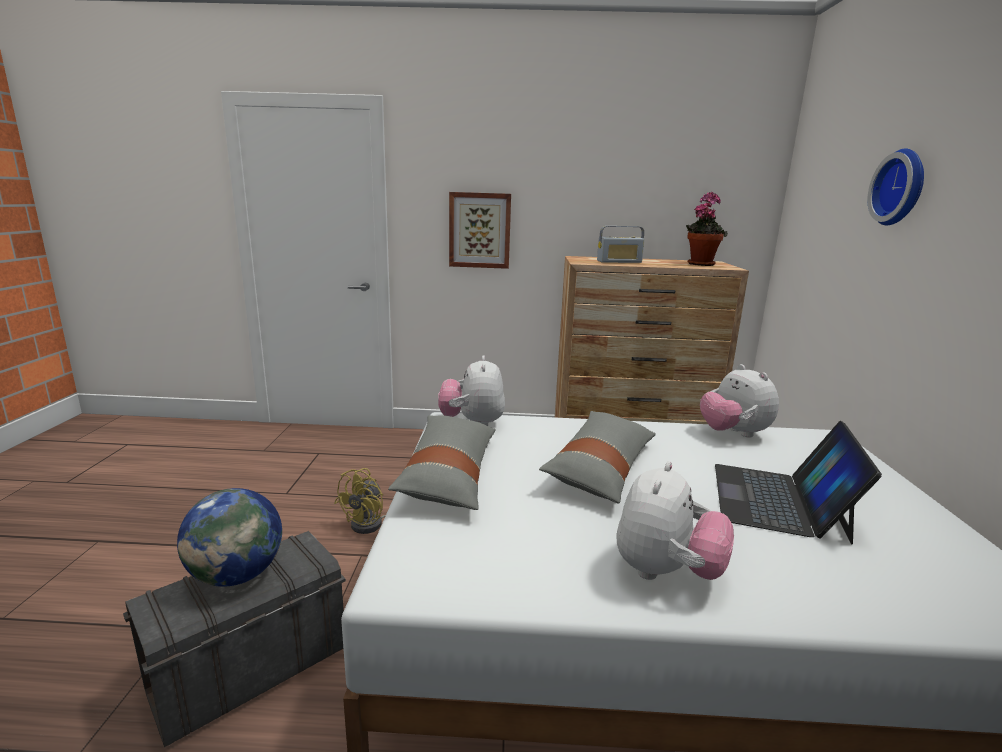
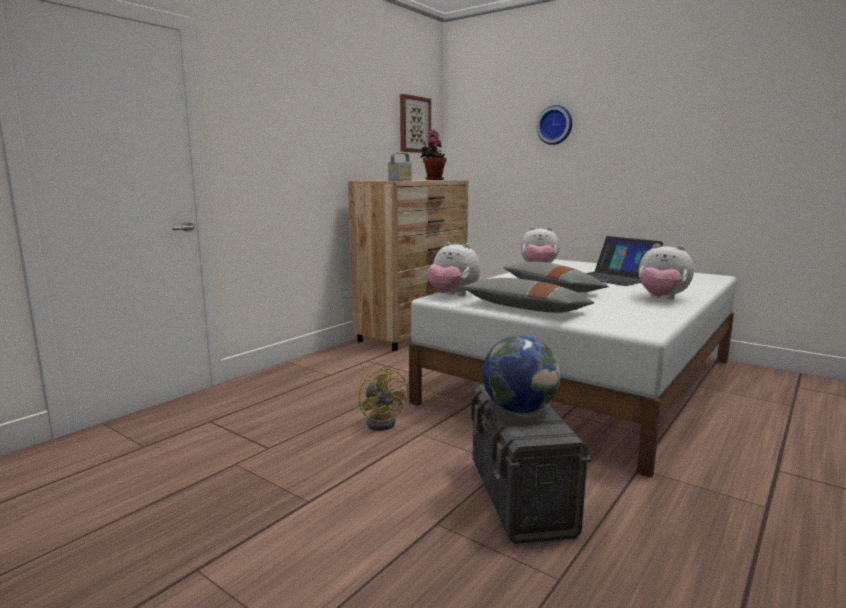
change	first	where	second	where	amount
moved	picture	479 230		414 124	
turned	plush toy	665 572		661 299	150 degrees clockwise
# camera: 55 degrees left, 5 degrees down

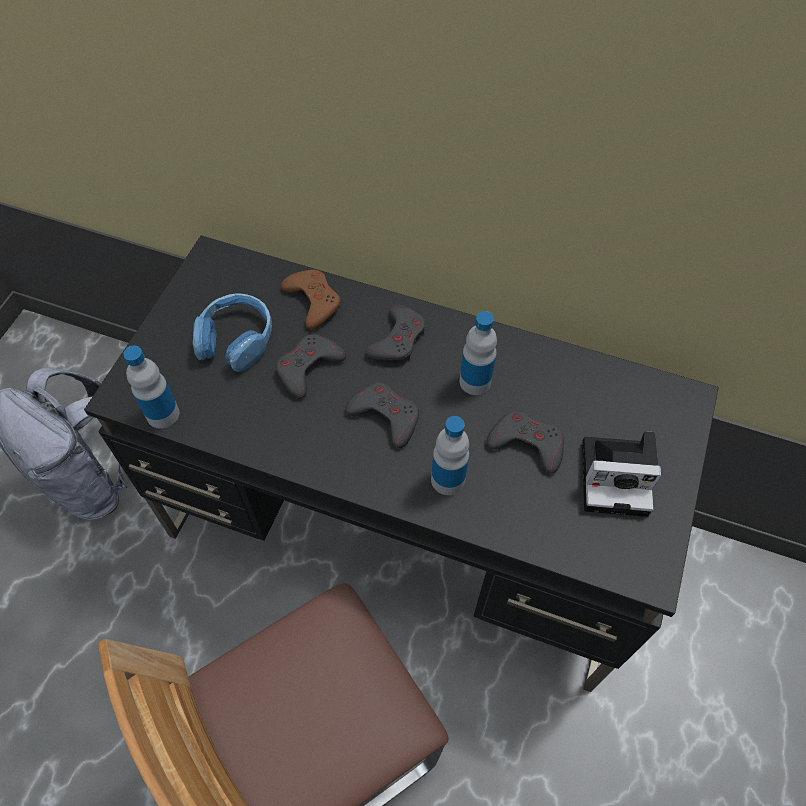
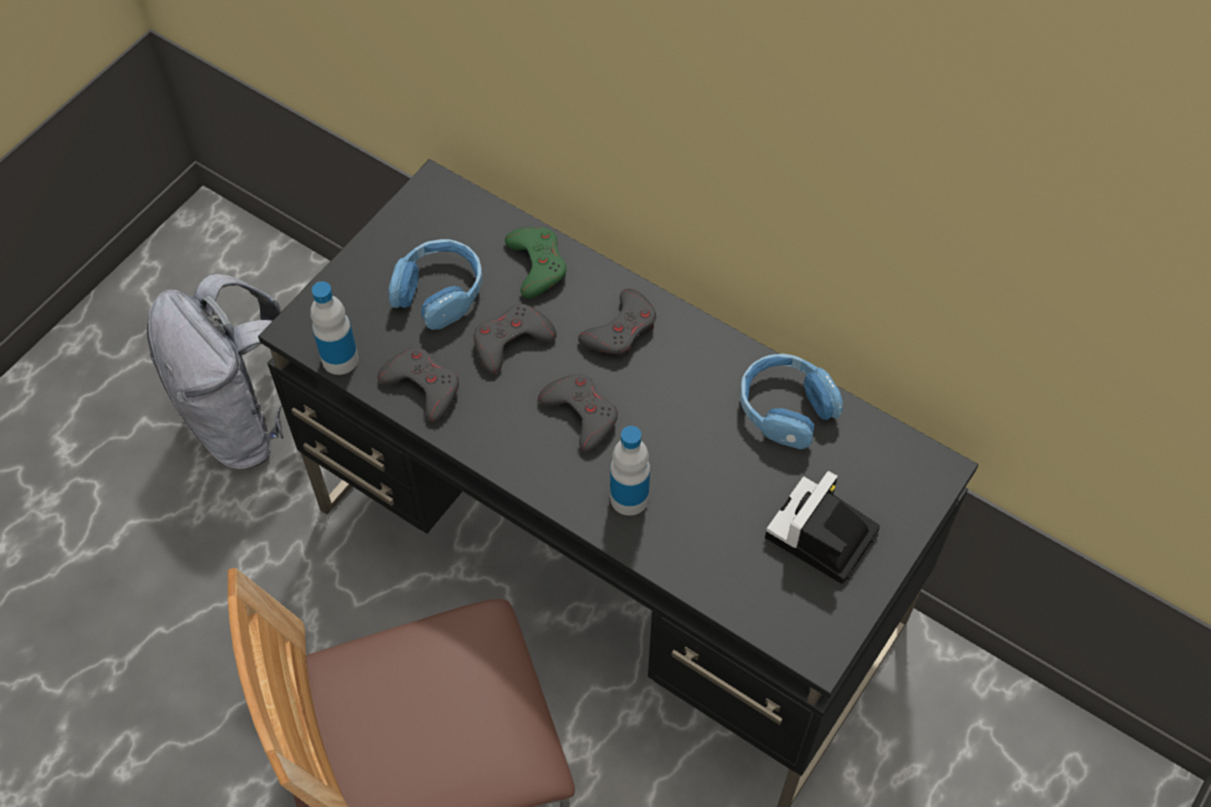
change	first	where	second	where	amount
removed	bottle	475 381			
added			blue headphones	785 408	
moved	grey game controller	527 443		423 386	
recoloured	brown game controller	313 301	green game controller	537 265	
turned	photo camera	618 477		820 538	105 degrees clockwise
# camera: 15 degrees right, 0 degrees up

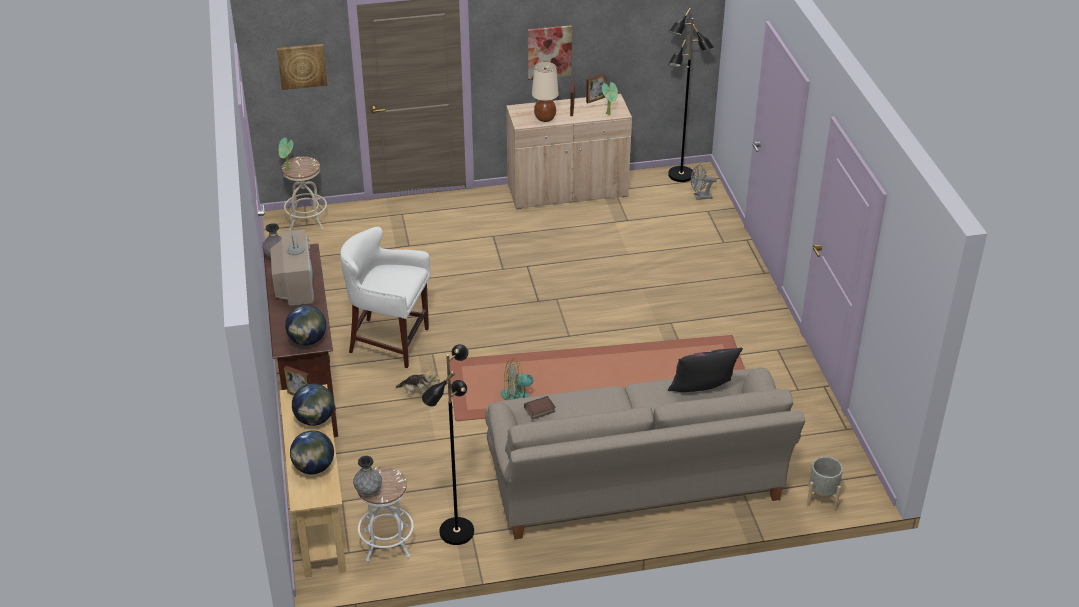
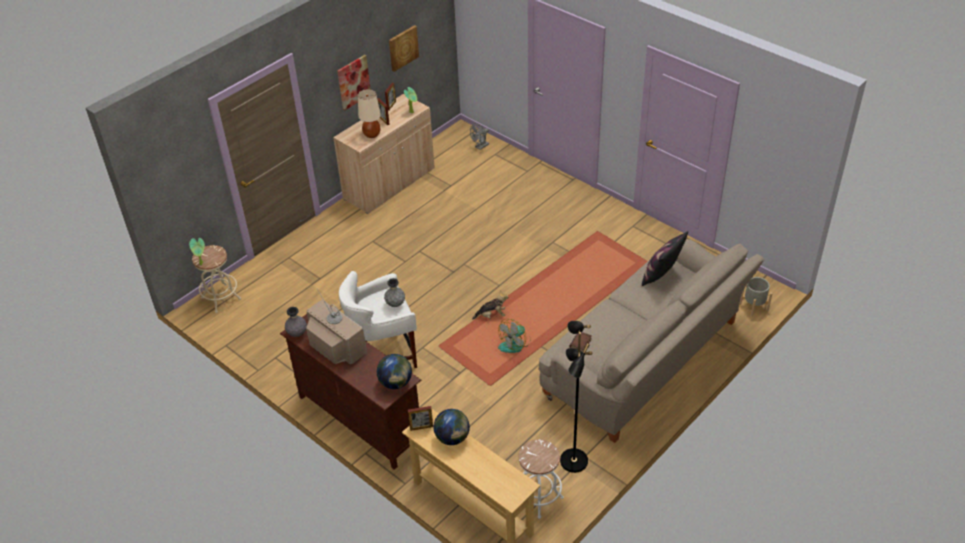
change	first	where	second	where	amount
removed	globe	314 468			
removed	black floor lamp	681 175			
moved	picture	302 66		403 48	
moved	grey vase	368 491		395 304	
moved	plush toy	418 394		491 315	
# camera: 35 degrees left, 5 degrees up

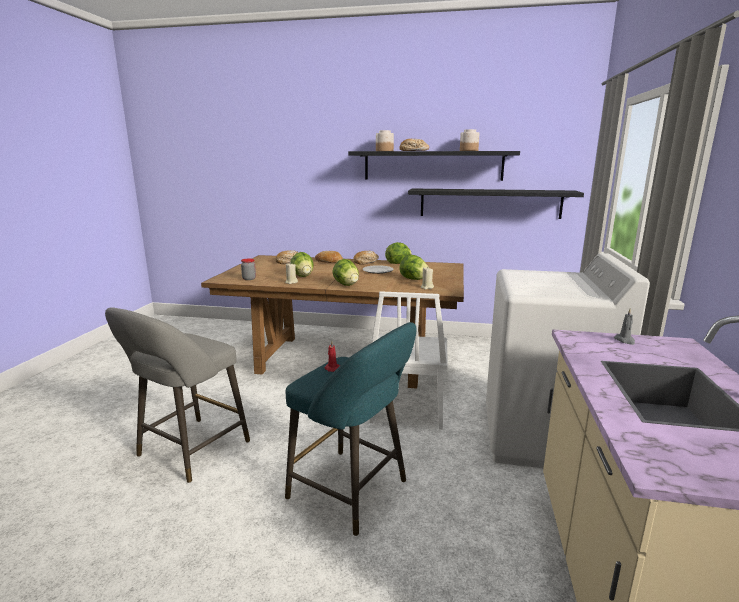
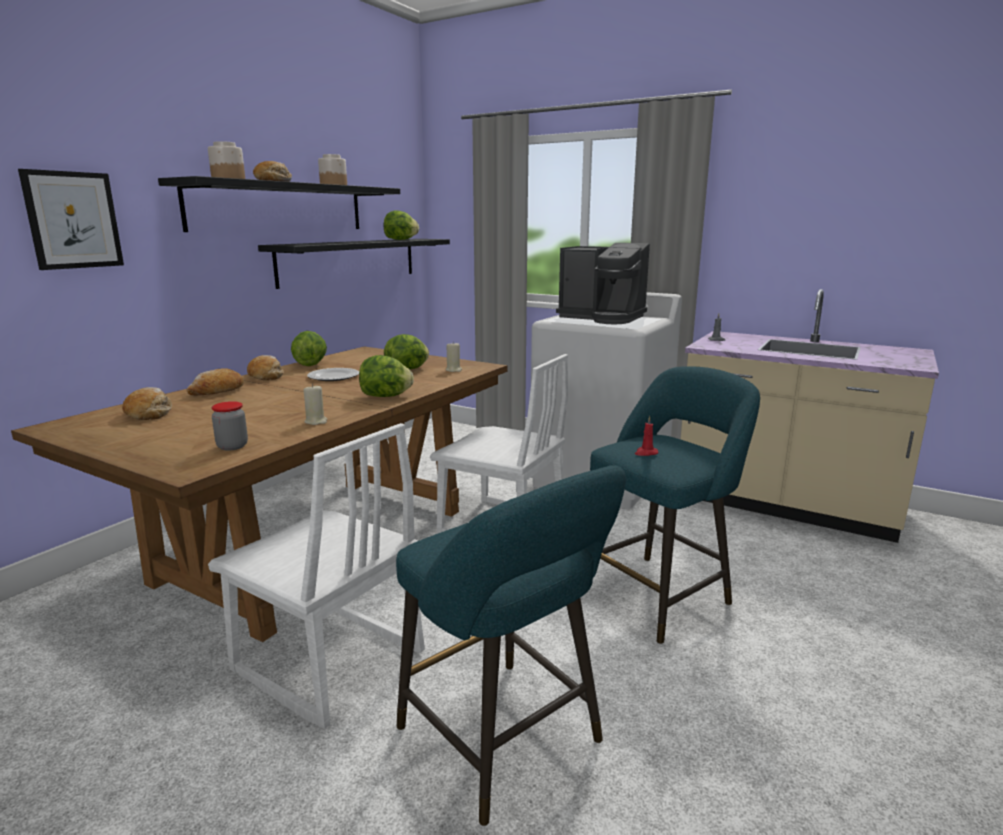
change	first	where	second	where	amount
added			picture	73 220	
added			white chair	327 663	
added			coffee machine	602 318	
moved	lettuce	303 276		401 239	
recoloured	grey stool	189 452	turquoise stool	506 742	
# camera: 70 degrees left, 0 degrees up

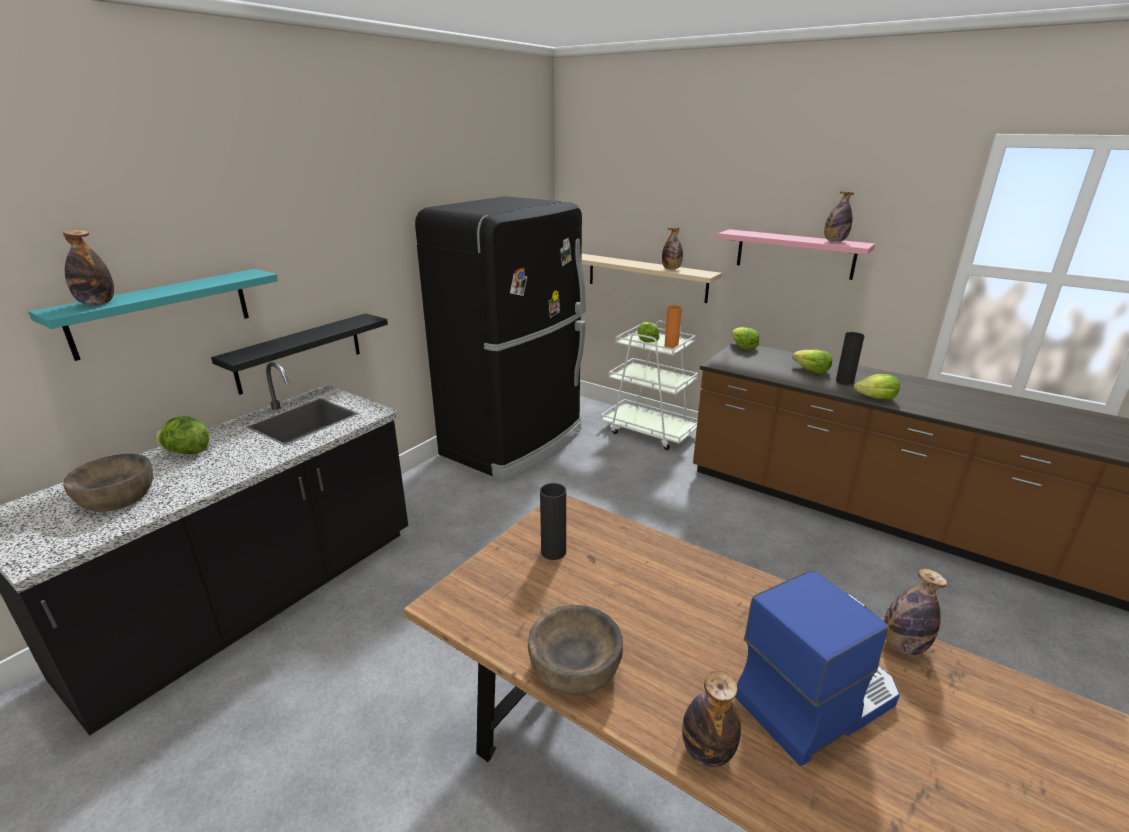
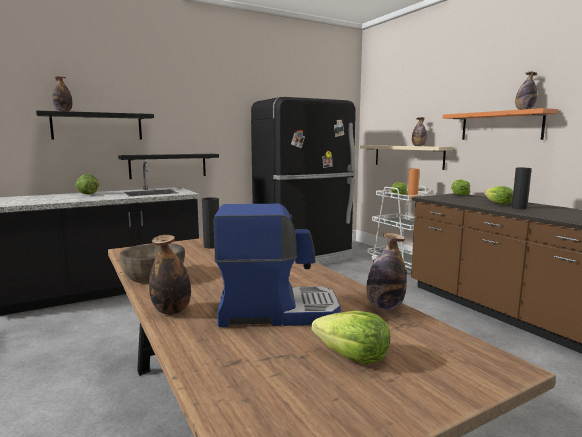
change	first	where	second	where	amount
removed	brown bowl	117 497			
moved	lettuce	876 398		352 356	
recoloured	turquoise shelf	162 312	black shelf	97 126	
recoloured	pink shelf	794 254	orange shelf	500 126	
# camera: 25 degrees right, 15 degrees down

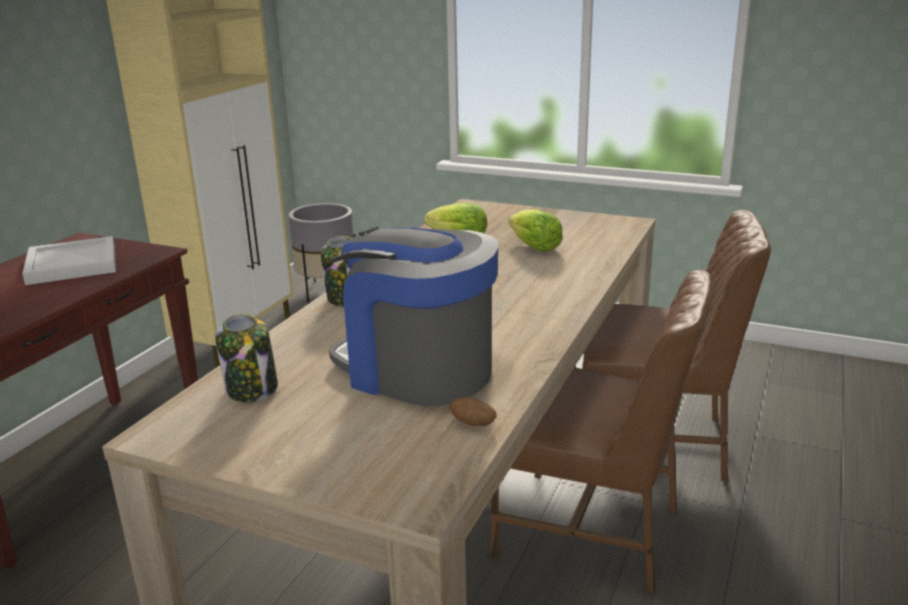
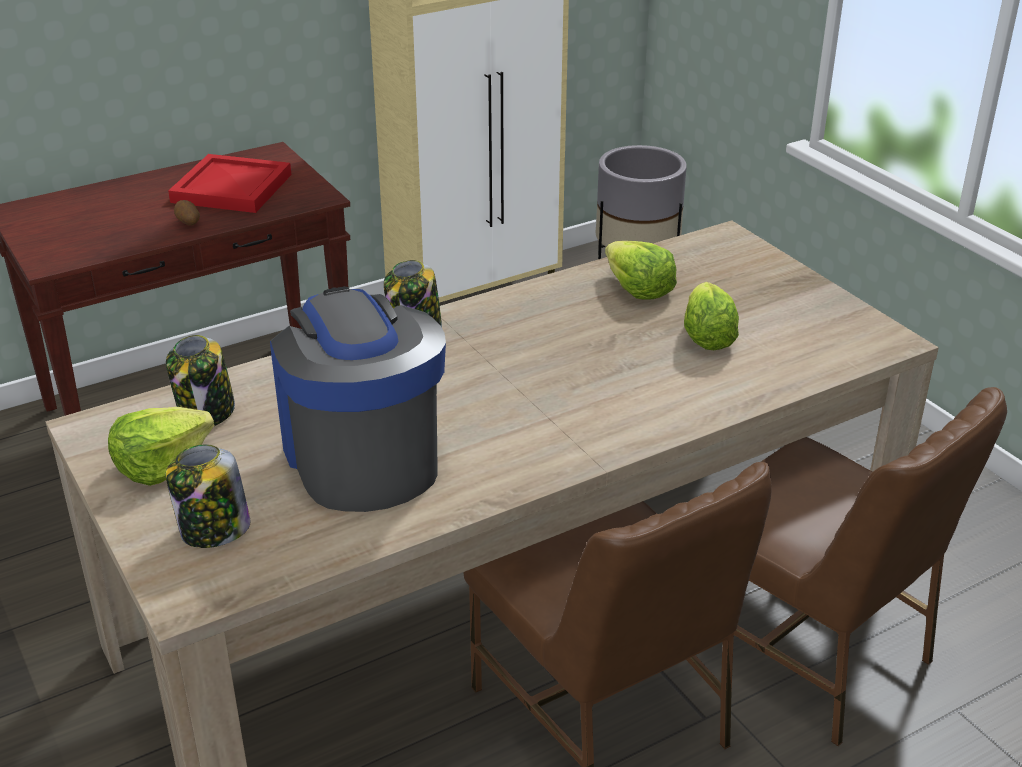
change	first	where	second	where	amount
added			lettuce	161 464	
added			jar	213 530	
moved	potato	472 424		188 223	
recoloured	white tray	71 265	red tray	230 188	
# camera: 35 degrees right, 10 degrees up

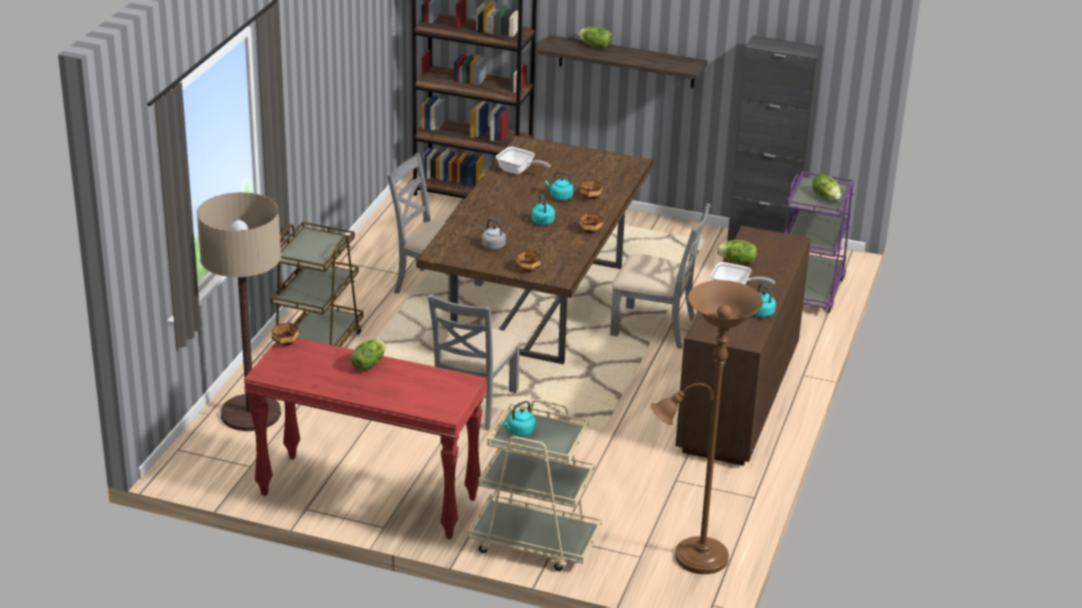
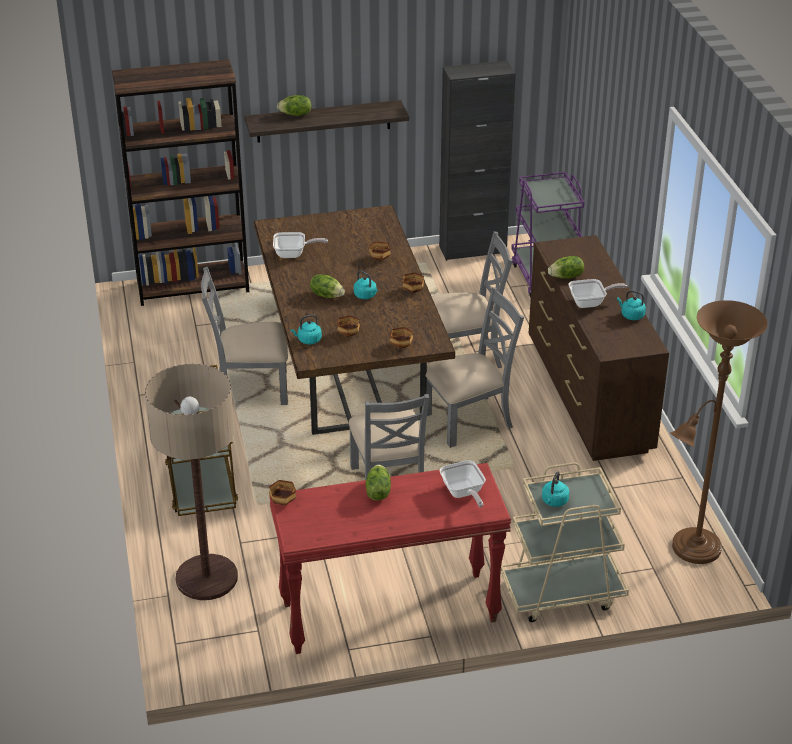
change	first	where	second	where	amount
added			grey chair	469 421	
added			frying pan	463 493	
moved	turquoise kettle	560 197		308 340	
moved	lettuce	826 197		327 295	
replaced	grey kettle	492 245	bowl	347 334	
# camera: 30 degrees left, 5 degrees up

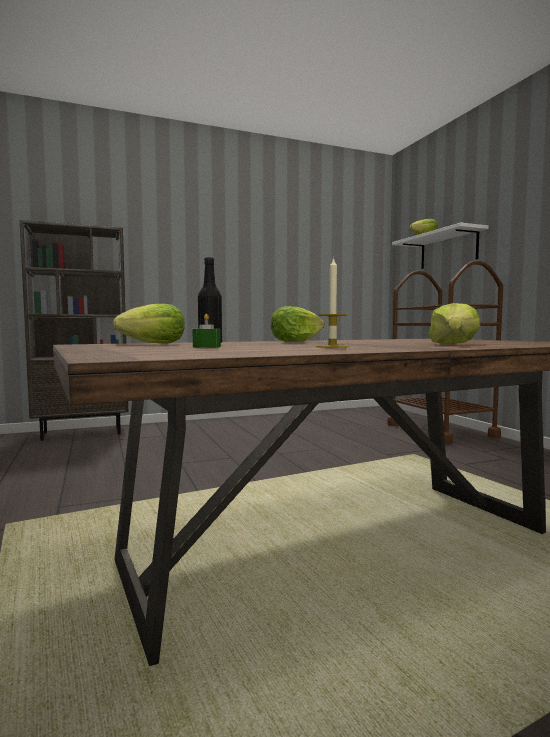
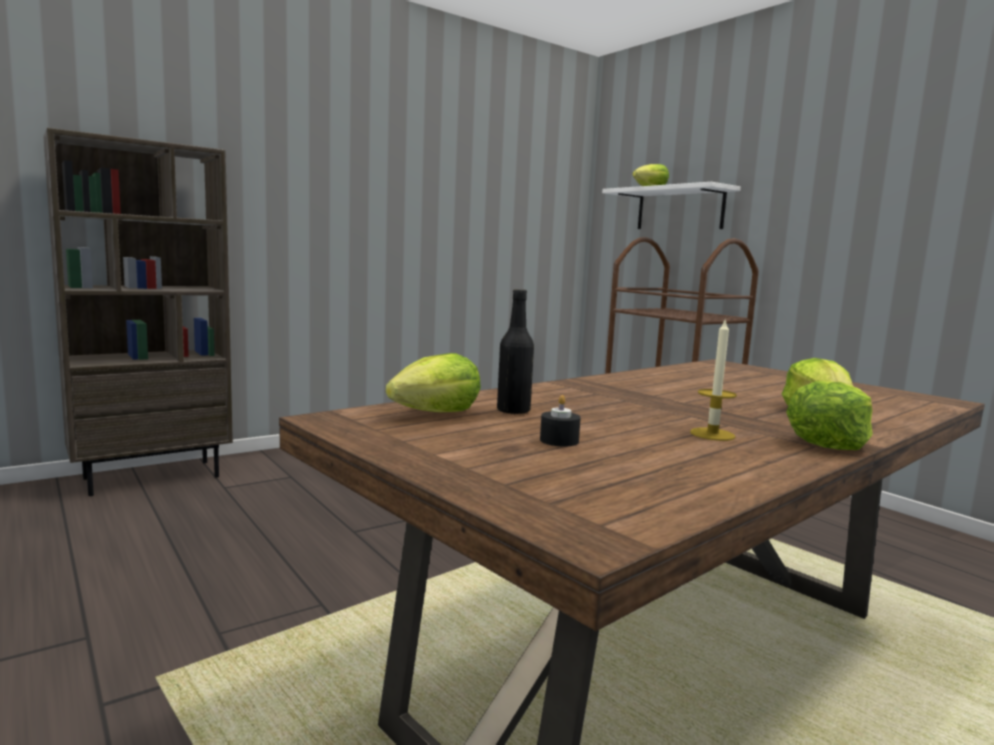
change	first	where	second	where	amount
moved	lettuce	296 341		828 442	
recoloured	green candle	206 347	black candle	559 440	
# camera: 15 degrees left, 5 degrees up

